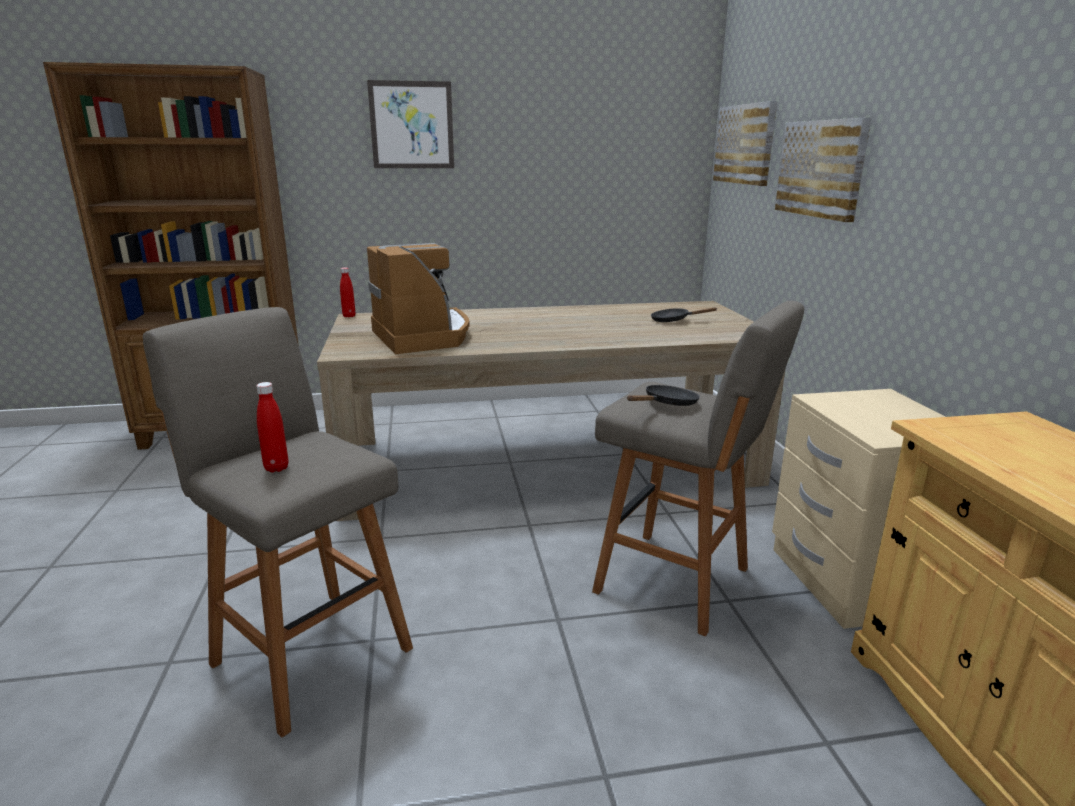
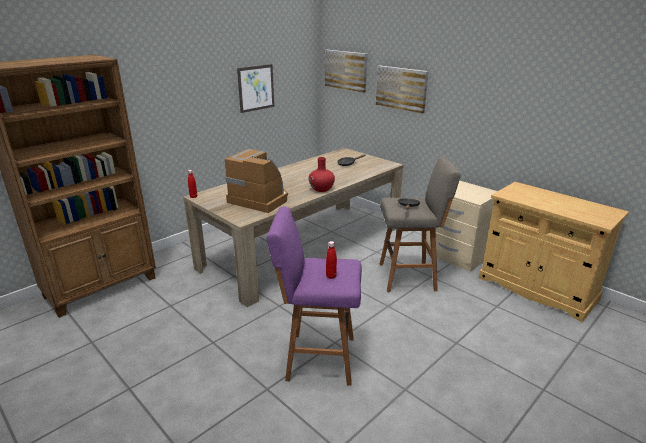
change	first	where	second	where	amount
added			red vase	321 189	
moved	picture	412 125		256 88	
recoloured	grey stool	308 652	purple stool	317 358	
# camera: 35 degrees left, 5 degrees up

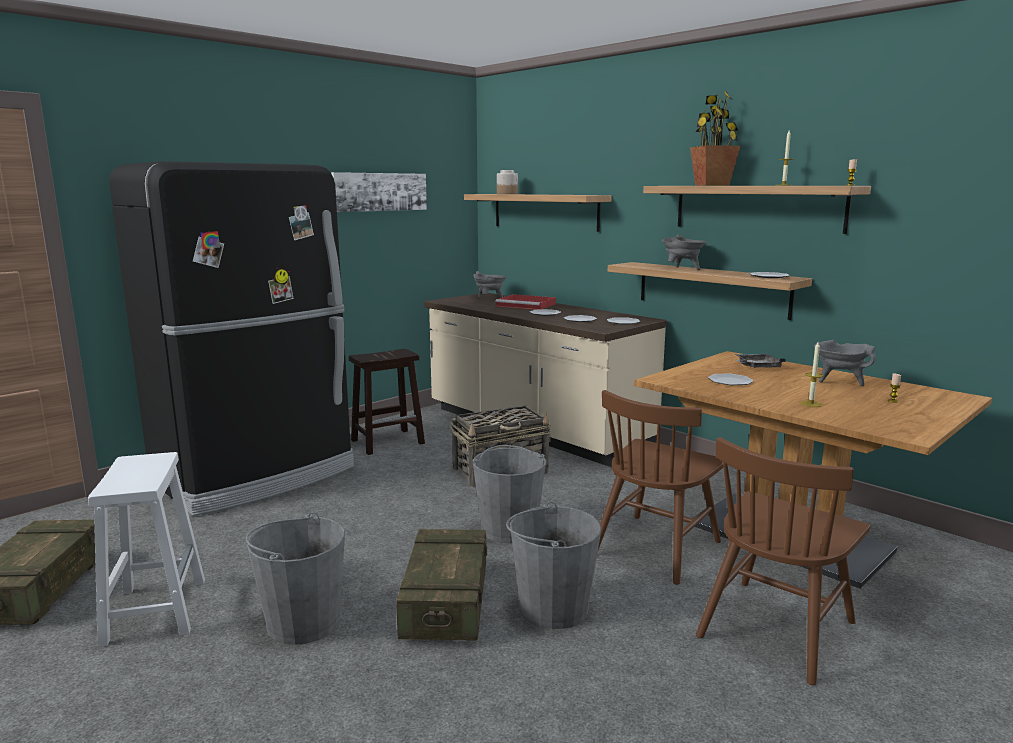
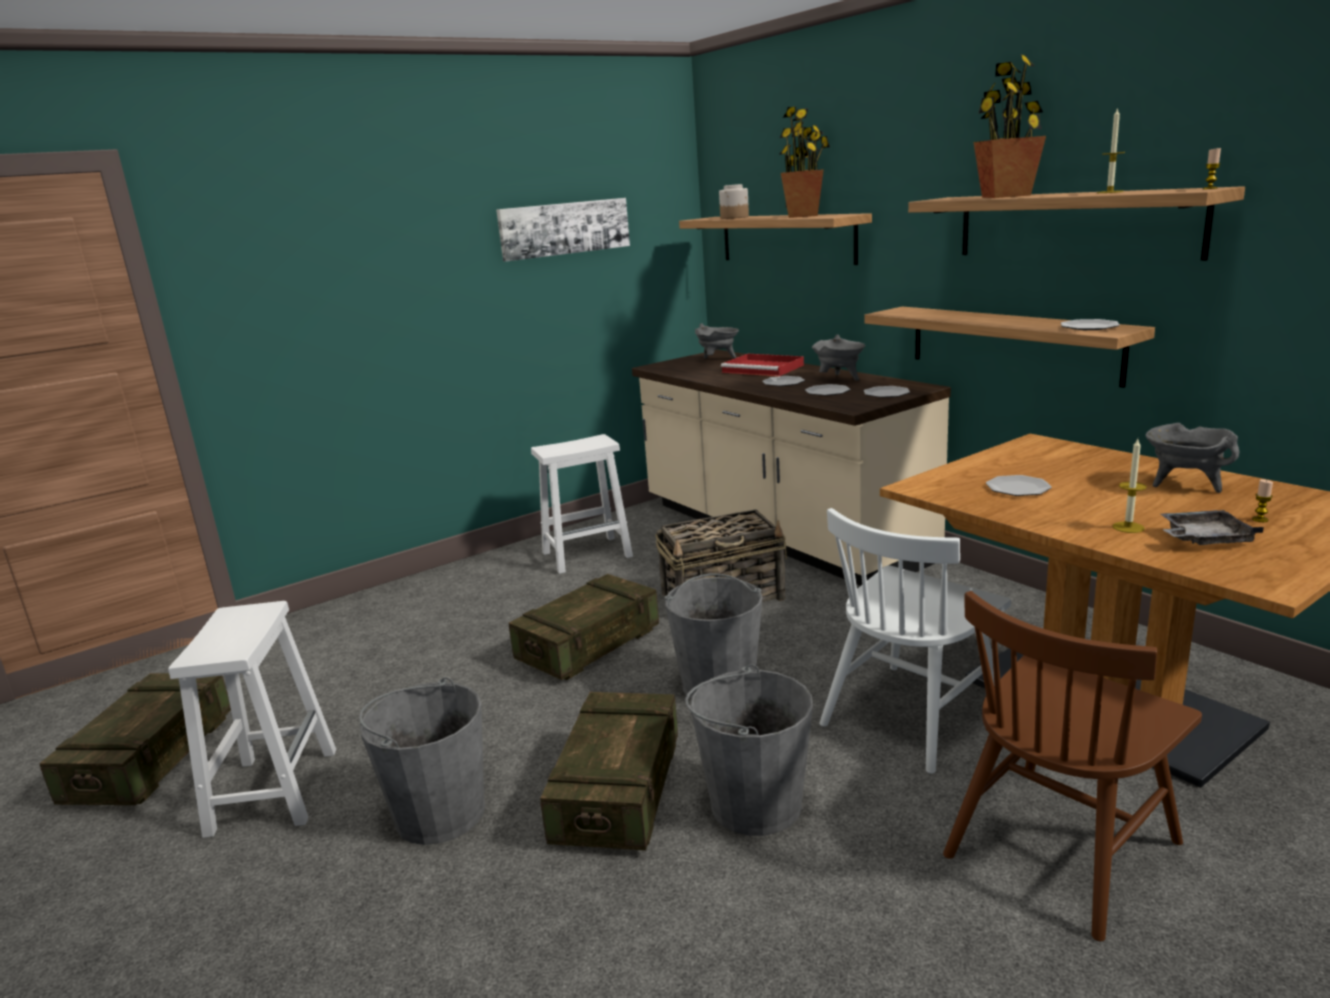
change	first	where	second	where	amount
removed	black fridge	257 475			
added			crate	589 646	
added			potted plant	803 216	
moved	grey cooking pot	682 269		839 379	
moved	grey tray	756 367		1204 539	
recoloured	brown stool	388 441	white stool	588 554	
recoloured	brown chair	656 547	white chair	912 715	
# camera: 10 degrees right, 5 degrees up

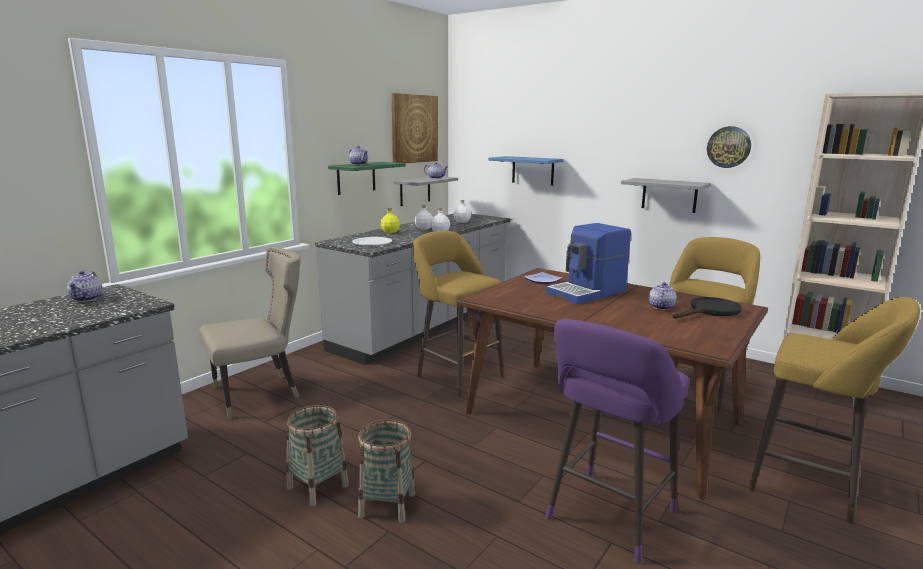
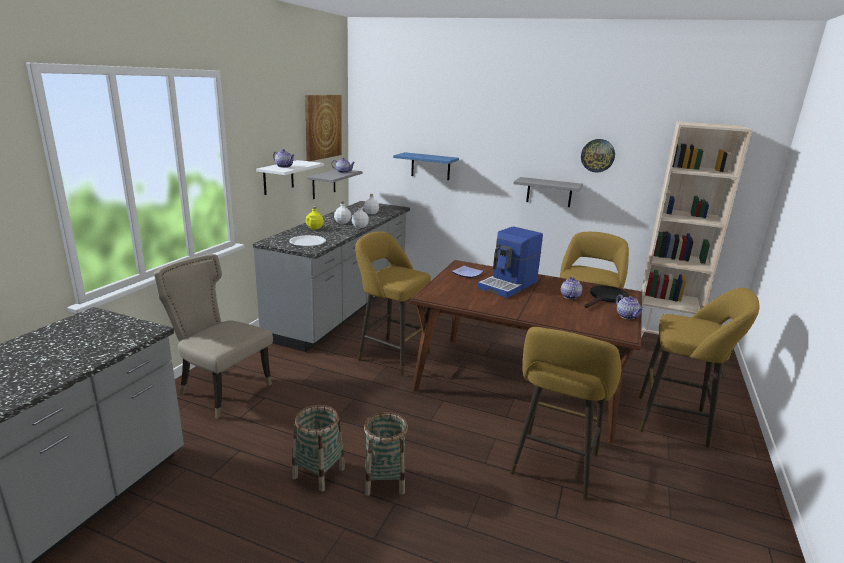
change	first	where	second	where	amount
moved	teapot	87 299		627 316	
recoloured	green shelf	356 178	white shelf	278 177	
recoloured	purple stool	607 518	yellow stool	553 467	
turned	beige chair	260 393		221 390	105 degrees counterclockwise
# camera: 15 degrees left, 5 degrees up

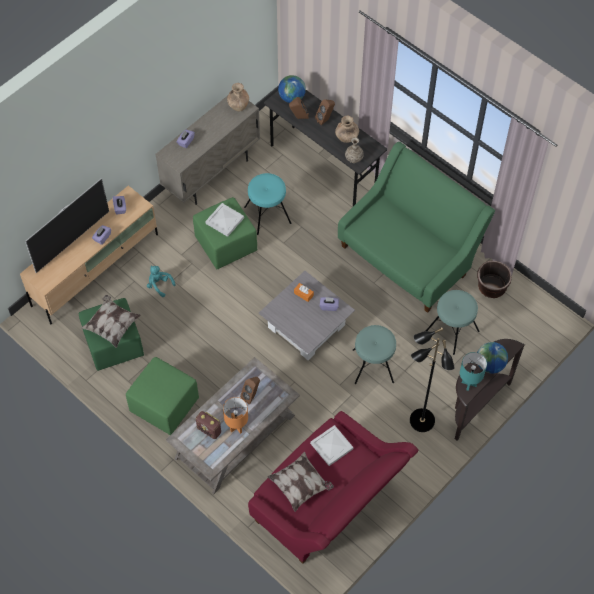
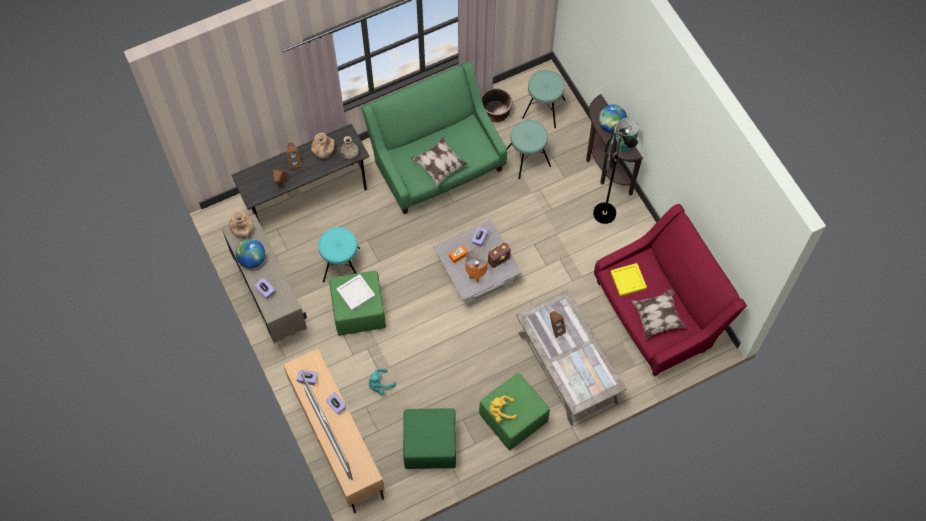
change	first	where	second	where	amount
added			yellow plush toy	501 411	
moved	pillow	112 325		439 166	
moved	radio	209 430		499 259	
moved	orange table lamp	236 427		476 276	
moved	globe	292 98		252 259	
moved	turquoise stool	373 366		543 109	
recoloured	white tray	331 445	yellow tray	627 280	
# camera: 70 degrees left, 5 degrees up

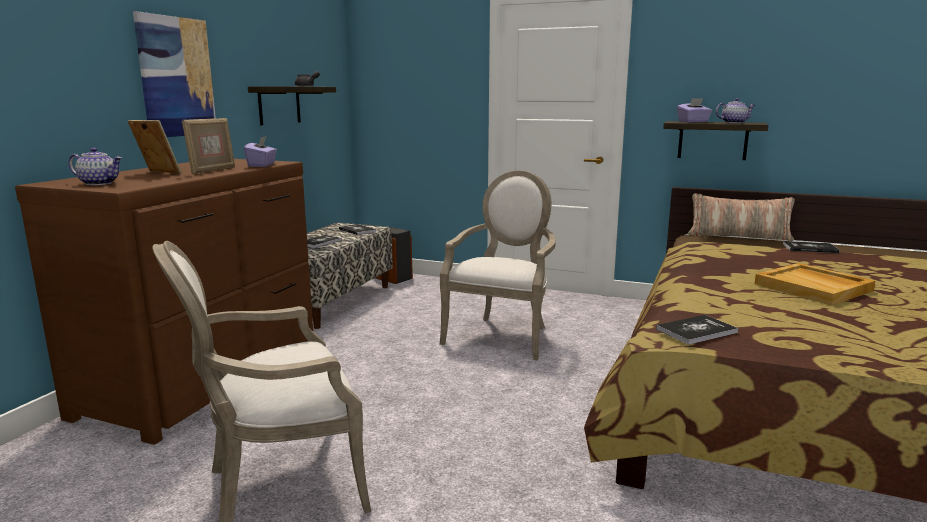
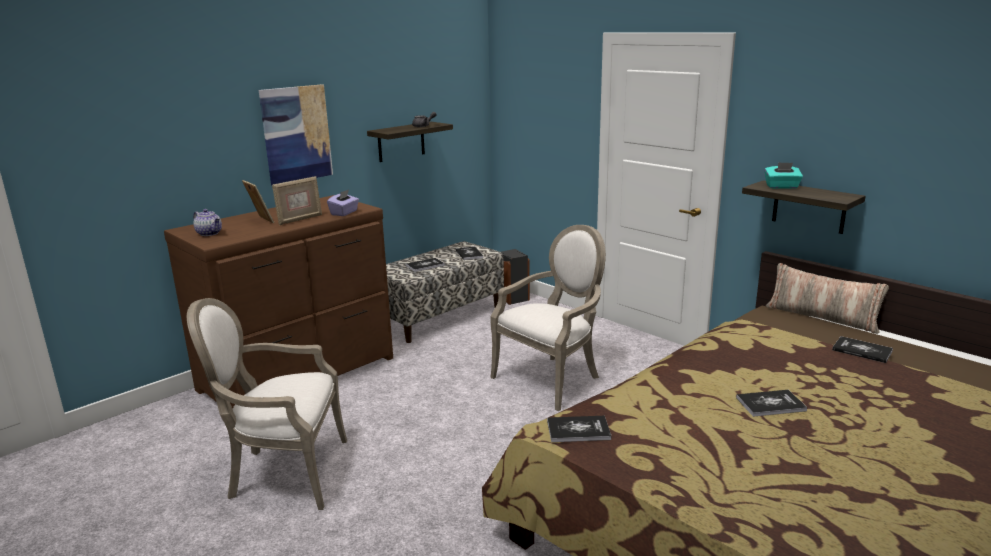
change	first	where	second	where	amount
removed	teapot	734 123			
replaced	beige tray	814 287	book	770 404	
recoloured	purple tissue box	693 122	turquoise tissue box	782 187	
# camera: 25 degrees right, 5 degrees up

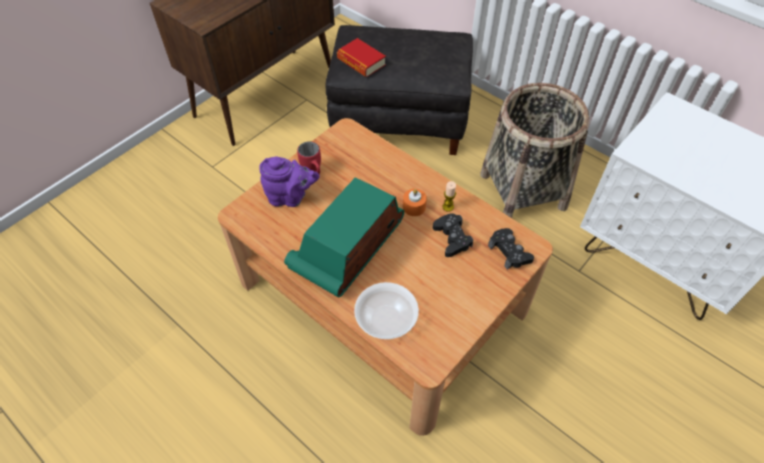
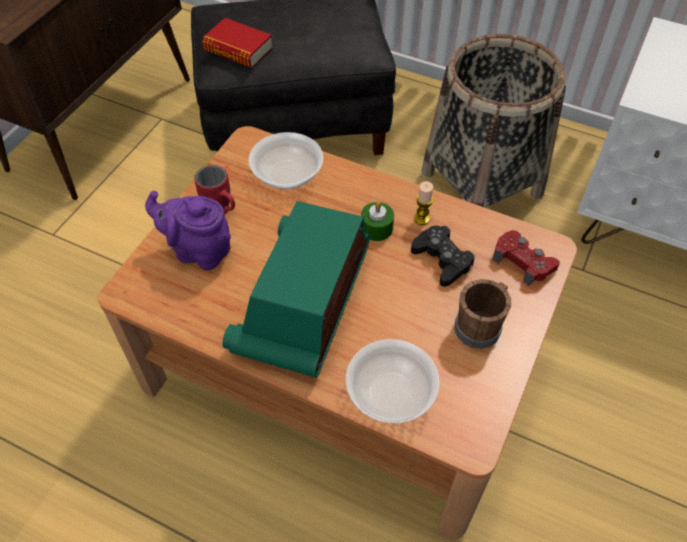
change	first	where	second	where	amount
added			bowl	287 174	
added			brown mug	480 325	
recoloured	orange candle	414 207	green candle	376 228	
recoloured	black game controller	509 252	red game controller	523 262	
turned	purple teapot	290 197		198 251	150 degrees counterclockwise
# camera: 15 degrees left, 0 degrees up

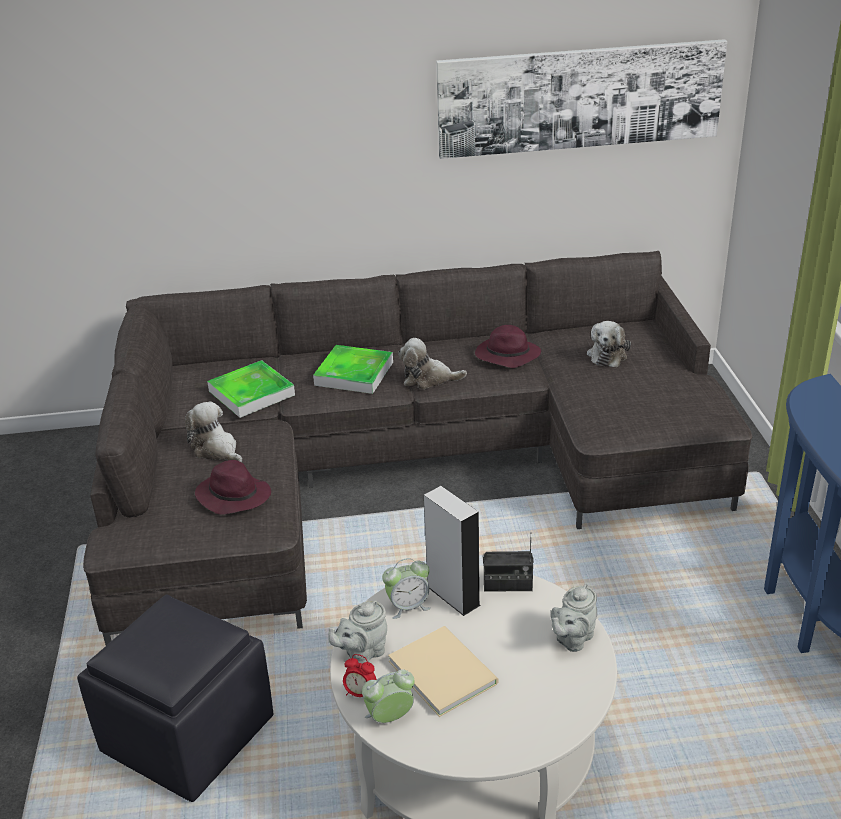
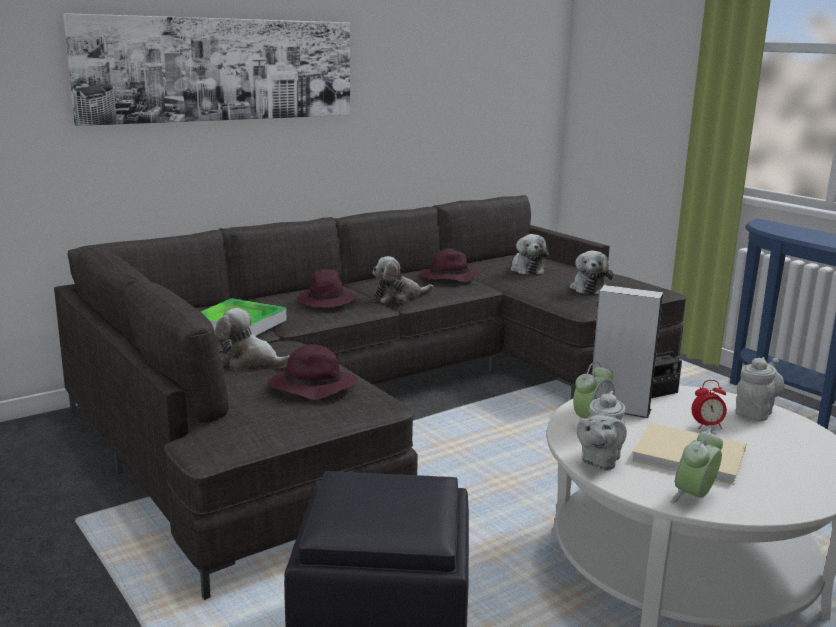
change	first	where	second	where	amount
added			plush toy	588 288	
moved	alarm clock	360 693		707 426	
moved	picture	580 98		220 69	
replaced	tray	354 373	purple hat	327 301	
turned	grey teapot	572 639		755 412	150 degrees counterclockwise
# camera: 30 degrees left, 15 degrees down

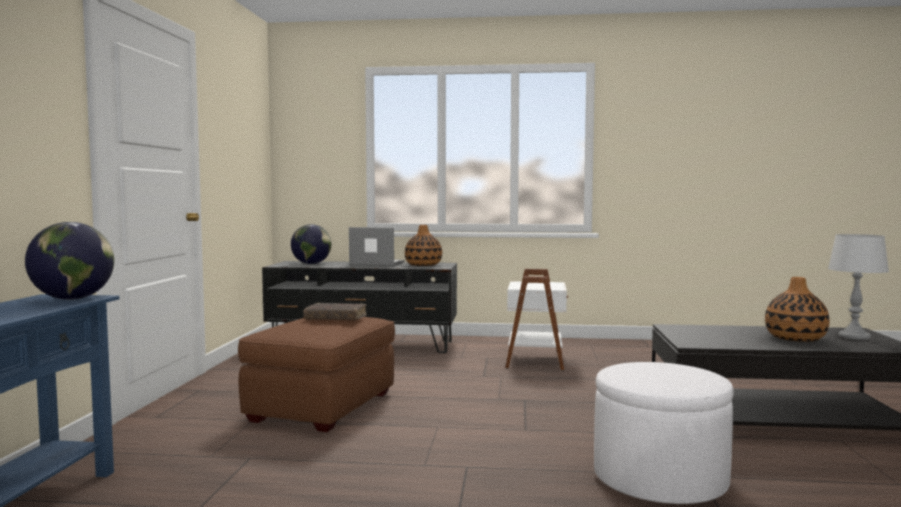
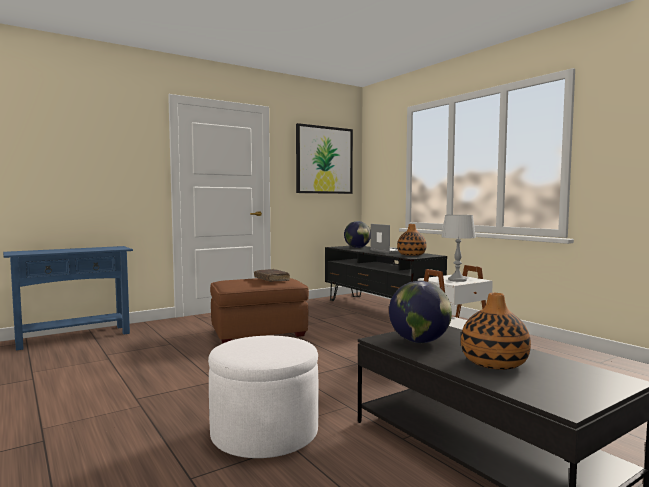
change	first	where	second	where	amount
added			picture	324 160	
moved	globe	73 299		419 341	
moved	grey table lamp	854 336		457 280	
# camera: 50 degrees right, 0 degrees up

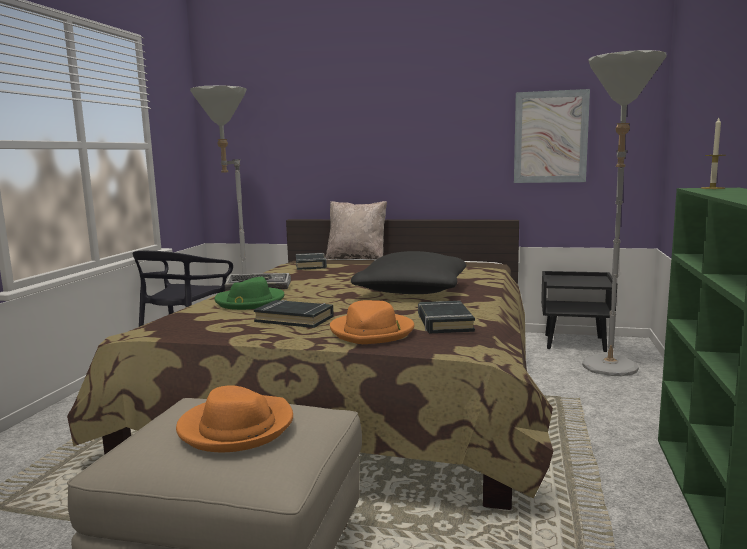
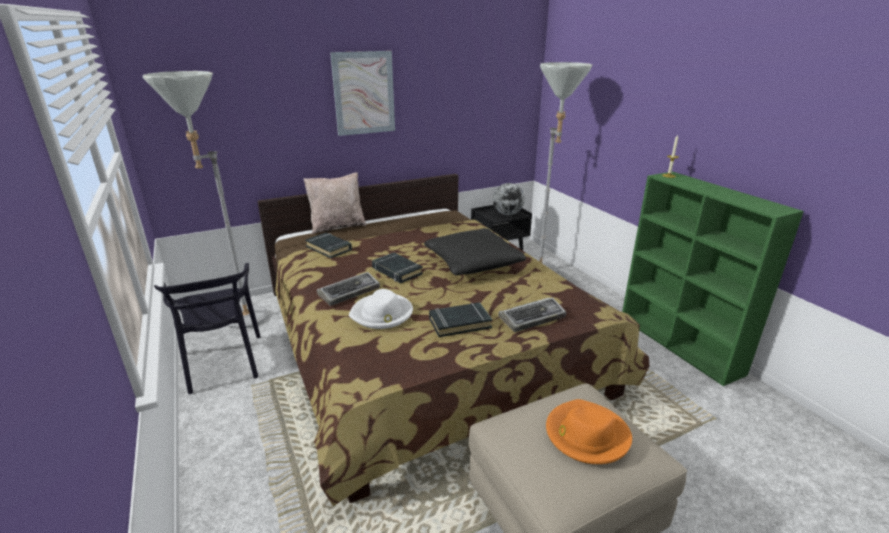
change	first	where	second	where	amount
added			globe	507 214	
moved	black book	444 322		396 271	
moved	picture	550 137		364 93	
replaced	orange hat	372 332	keyboard	532 318	
recoloured	green hat	249 302	white hat	382 314	
# camera: 40 degrees left, 15 degrees up

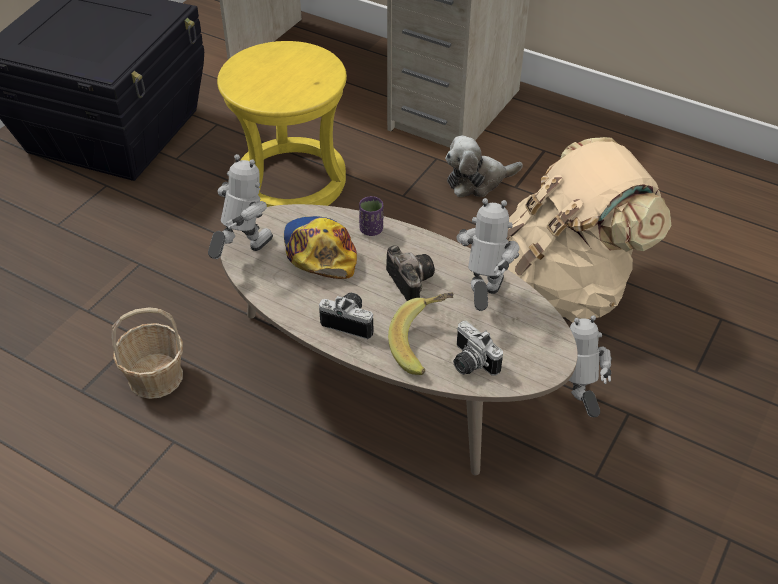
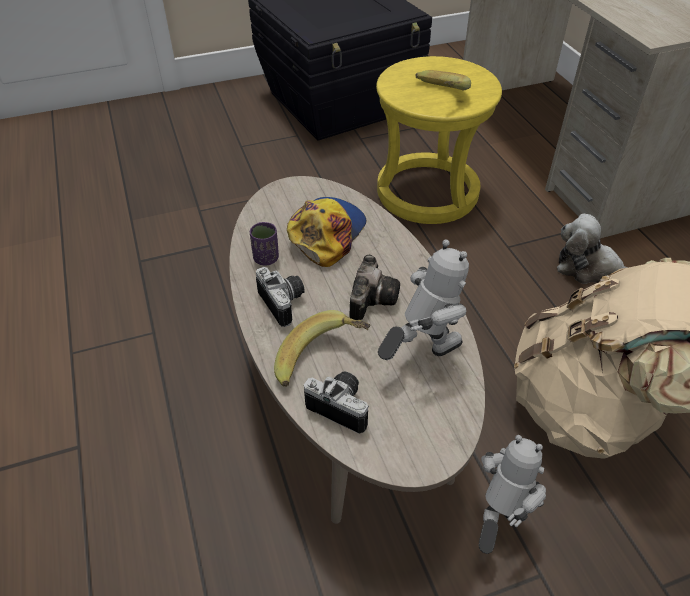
change	first	where	second	where	amount
removed	basket	155 377			
removed	toy robot	243 252			
added			banana	438 95	
moved	purple cup	371 230		266 259	
turned	photo camera	470 363		342 405	120 degrees clockwise
# camera: 40 degrees right, 0 degrees up

